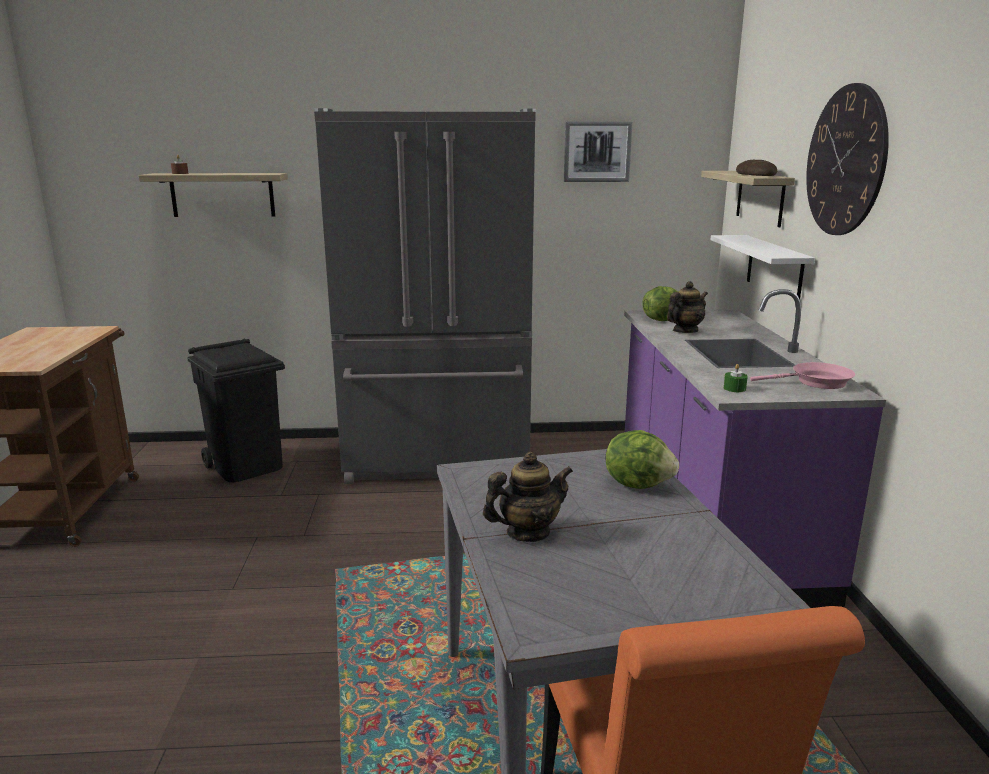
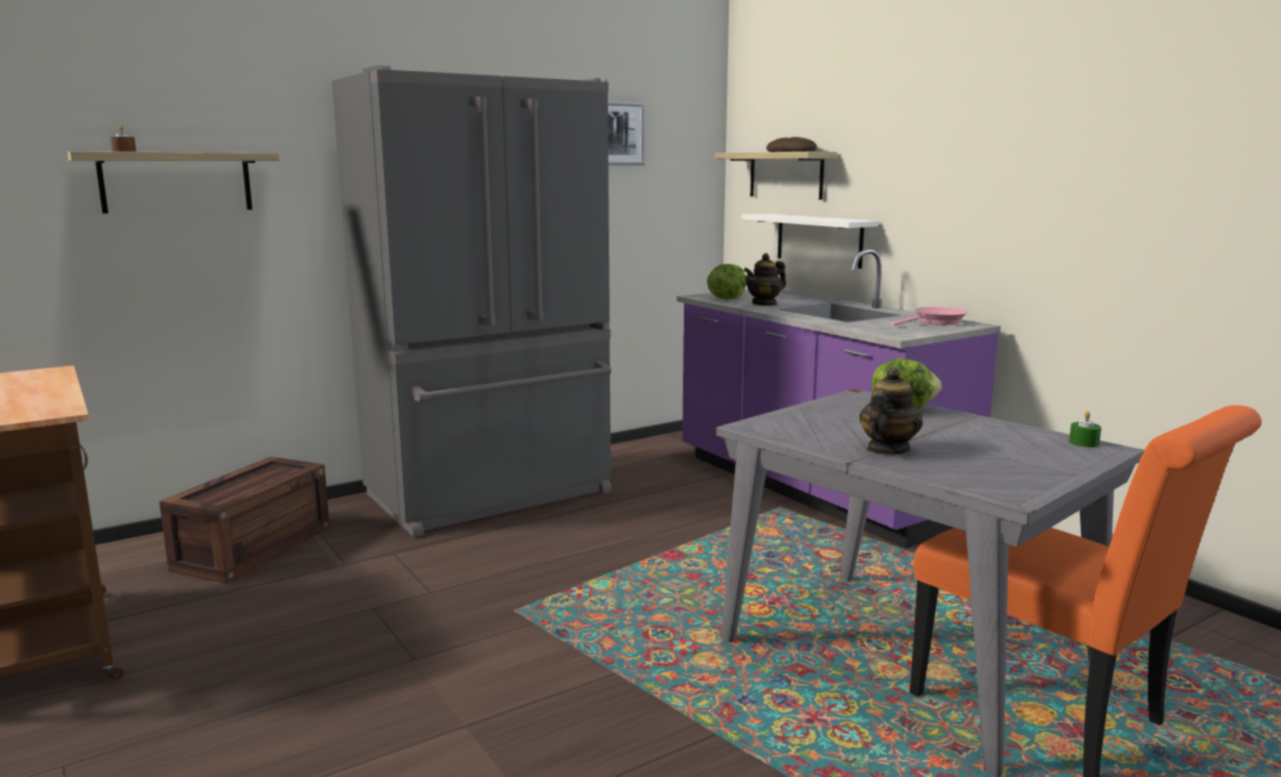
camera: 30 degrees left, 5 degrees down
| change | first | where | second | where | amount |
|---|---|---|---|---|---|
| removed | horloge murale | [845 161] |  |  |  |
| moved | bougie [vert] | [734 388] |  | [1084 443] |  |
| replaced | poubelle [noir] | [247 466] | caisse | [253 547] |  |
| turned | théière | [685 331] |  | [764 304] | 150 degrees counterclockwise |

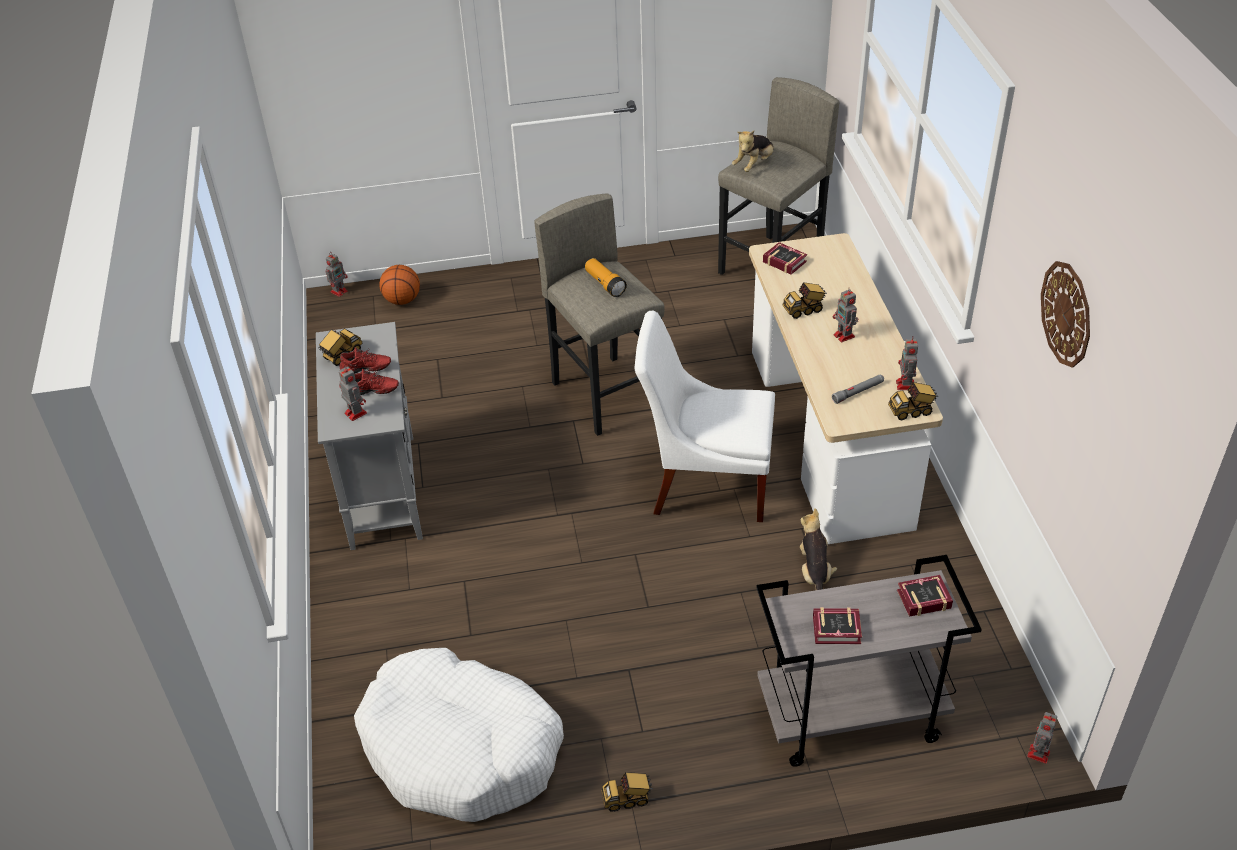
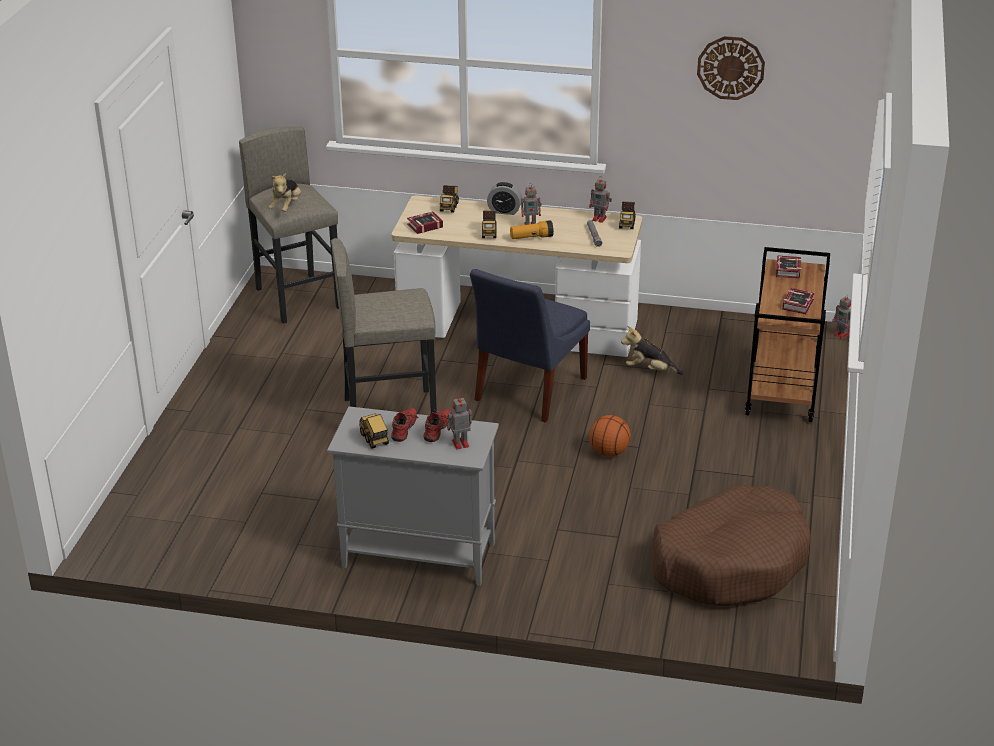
camera: 70 degrees left, 10 degrees down
| change | first | where | second | where | amount |
|---|---|---|---|---|---|
| removed | robot jouet | [339 291] |  |  |  |
| added |  |  | réveil | [504 211] |  |
| moved | ballon de basket | [402 300] |  | [609 452] |  |
| moved | lampe de poche | [605 284] |  | [531 237] |  |
| moved | camion jouet | [627 799] |  | [449 207] |  |
| recoloured | panier pour chien [blanc] | [461 748] | panier pour chien [marron] | [730 562] |  |
| recoloured | chaise [blanc] | [705 482] | chaise [bleu] | [527 391] |  |
| recoloured | chariot [gris] | [849 718] | chariot [marron] | [782 391] |  |
| turned | peluche | [754 164] |  | [287 207] | 45 degrees clockwise |

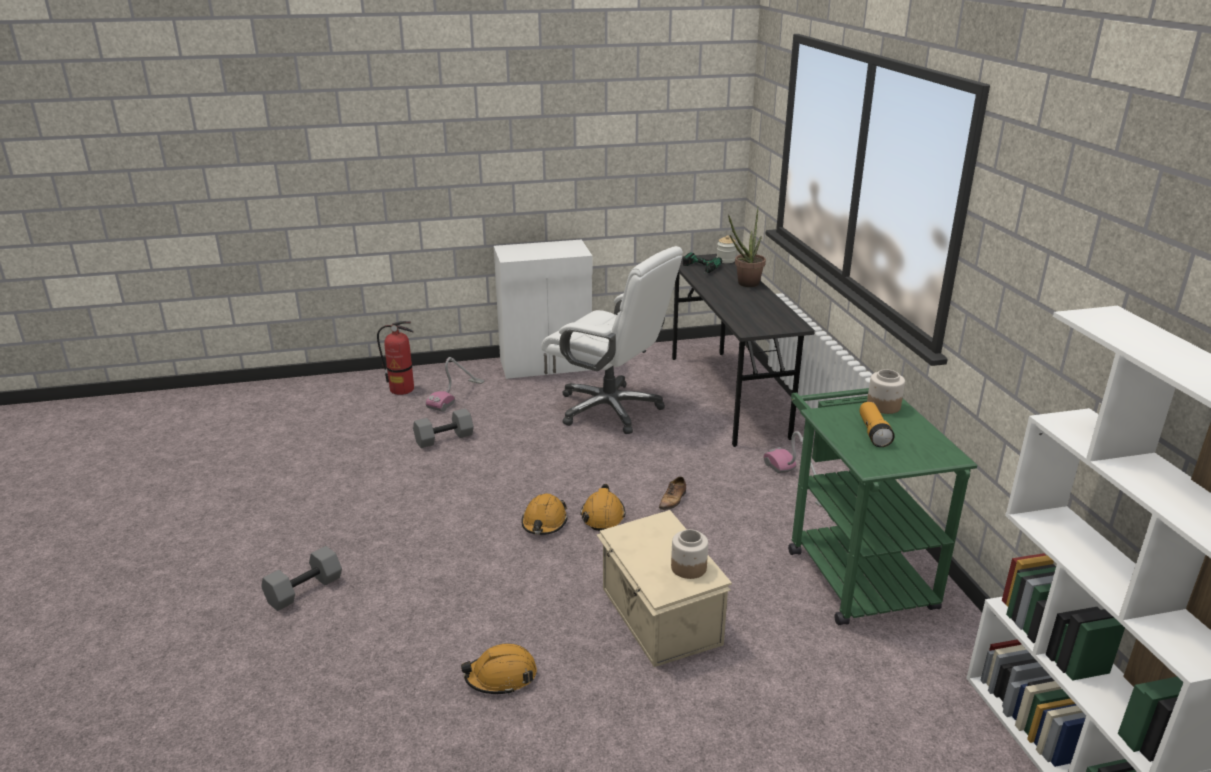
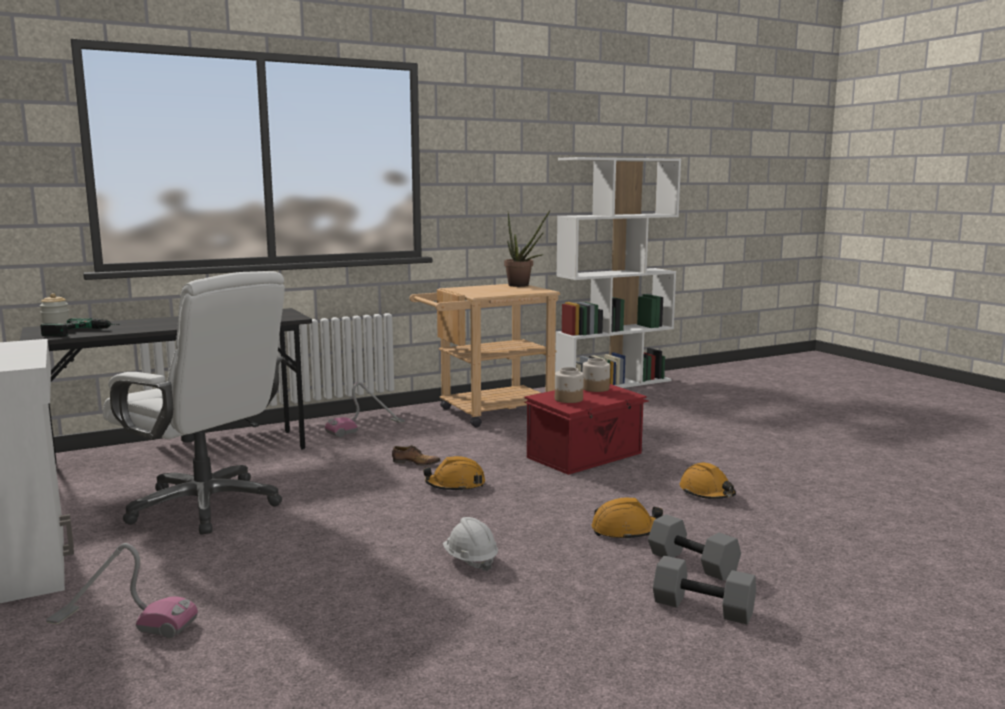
camera: 105 degrees left, 15 degrees down
| change | first | where | second | where | amount |
|---|---|---|---|---|---|
| removed | extincteur | [402 389] |  |  |  |
| removed | lampe de poche | [873 432] |  |  |  |
| added |  |  | casque de chantier [blanc] | [470 560] |  |
| moved | haltère [gris] | [444 438] |  | [691 563] |  |
| moved | casque de chantier [orange] | [544 523] |  | [625 531] |  |
| moved | plante en pot | [745 284] |  | [522 286] |  |
| moved | bocal | [883 406] |  | [569 399] |  |
| recoloured | boîte de rangement [beige] | [659 617] | boîte de rangement [rouge] | [586 455] |  |
| recoloured | chariot [vert] | [853 571] | chariot [beige] | [487 413] |  |
| turned | chaise de bureau [blanc] | [610 409] |  | [206 506] | 105 degrees clockwise |

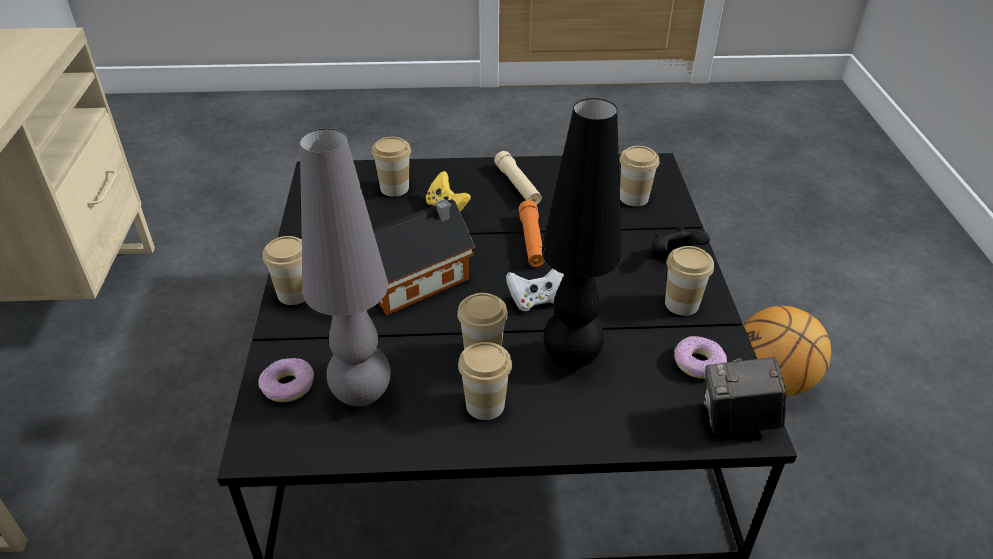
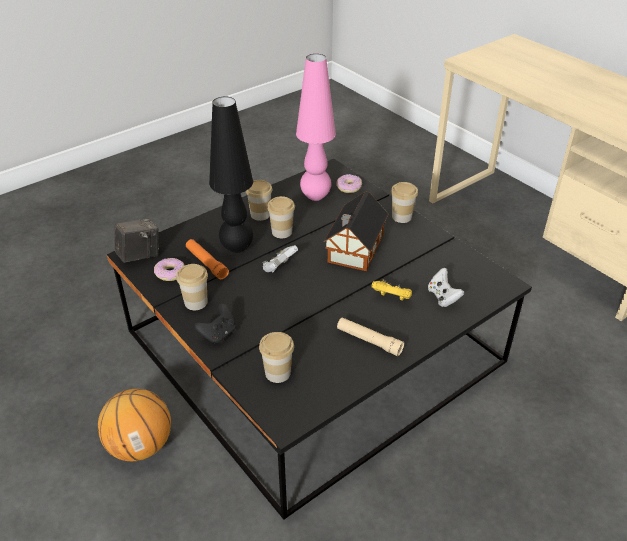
camera: 145 degrees right, 0 degrees up
| change | first | where | second | where | amount |
|---|---|---|---|---|---|
| moved | lampe de poche [orange] | [531 241] |  | [206 263] |  |
| replaced | tasse | [394 188] | manette [blanc] | [443 297] |  |
| recoloured | lampe de table [gris] | [361 395] | lampe de table [rose] | [315 196] |  |

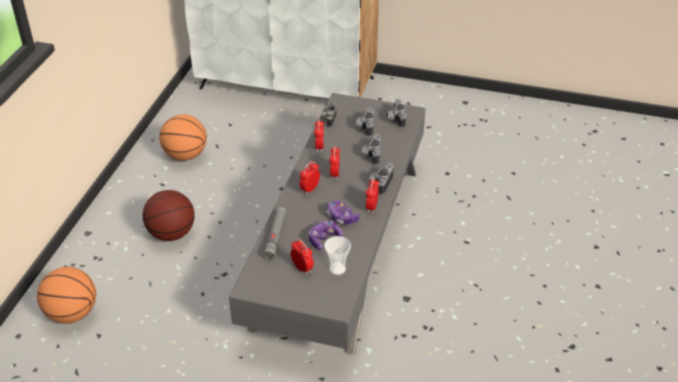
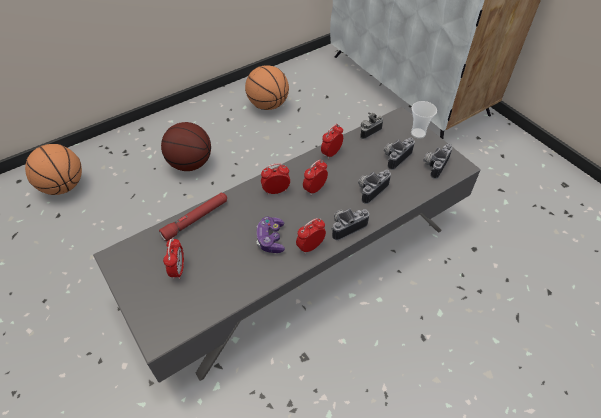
camera: 40 degrees right, 10 degrees up
| change | first | where | second | where | amount |
|---|---|---|---|---|---|
| removed | manette | [324 239] |  |  |  |
| moved | tasse | [337 269] |  | [418 133] |  |
| recoloured | lampe de poche [gris] | [275 235] | lampe de poche [rouge] | [196 219] |  |

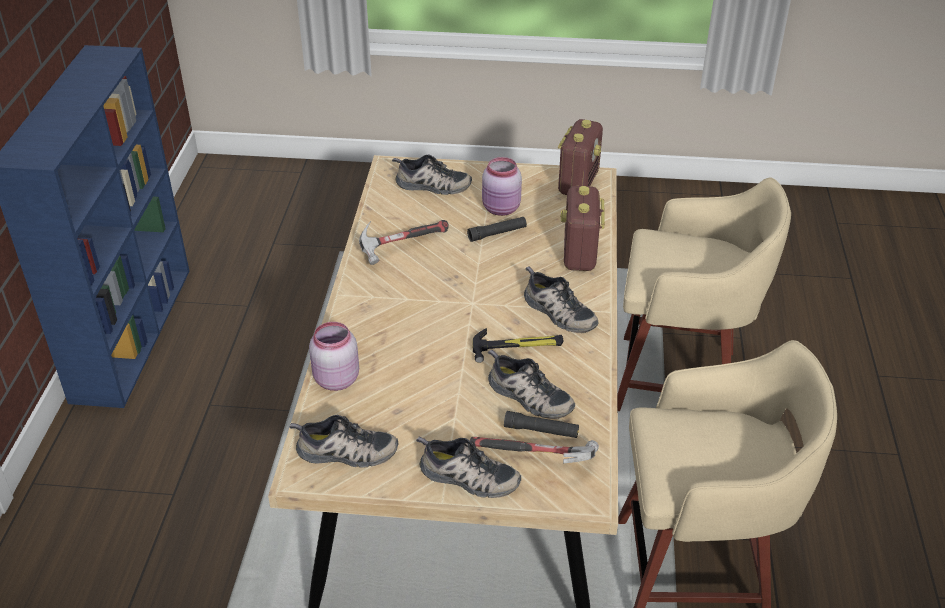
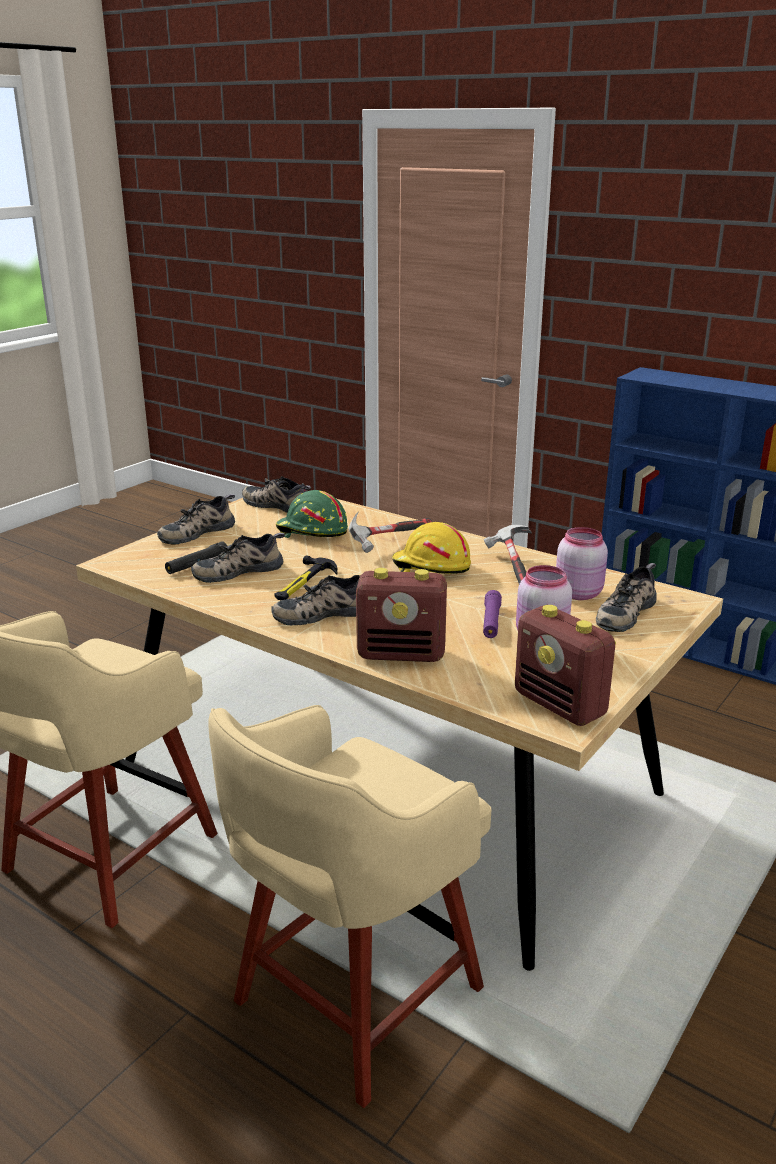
camera: 120 degrees right, 15 degrees down
| change | first | where | second | where | amount |
|---|---|---|---|---|---|
| added |  |  | casque de chantier [vert] | [311 531] |  |
| added |  |  | casque de chantier [jaune] | [431 567] |  |
| moved | bocal [rose] | [335 380] |  | [578 593] |  |
| moved | marteau | [536 459] |  | [389 541] |  |
| recoloured | lampe de poche [noir] | [497 233] | lampe de poche [violet] | [491 621] |  |
| turned | chaussure | [345 453] |  | [279 505] | 90 degrees clockwise |
| turned | radio | [580 254] |  | [402 654] | 150 degrees clockwise |

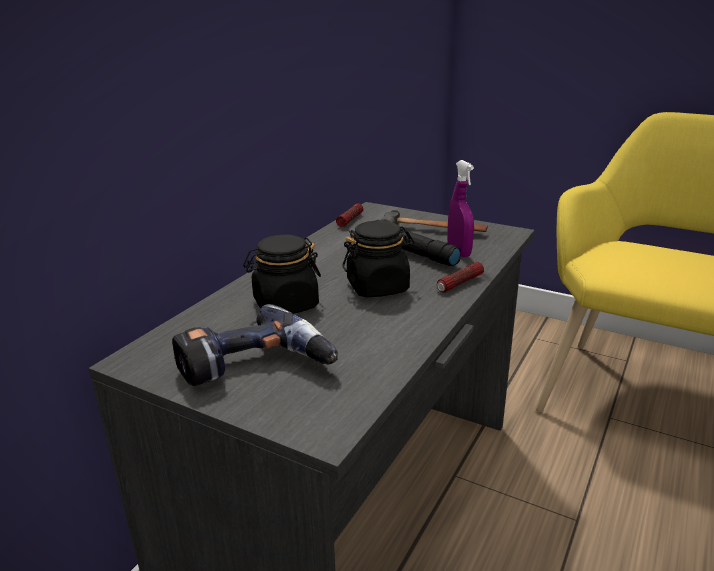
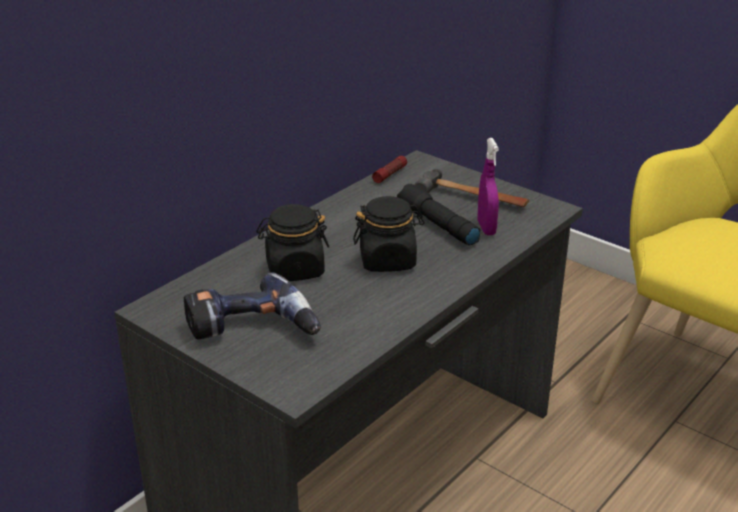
camera: 10 degrees right, 5 degrees up
| change | first | where | second | where | amount |
|---|---|---|---|---|---|
| removed | lampe de poche | [460 283] |  |  |  |

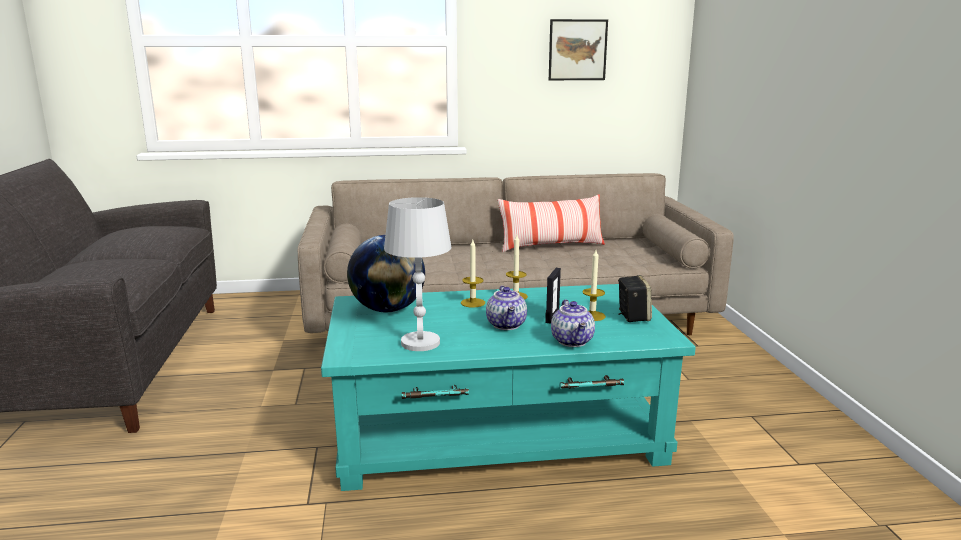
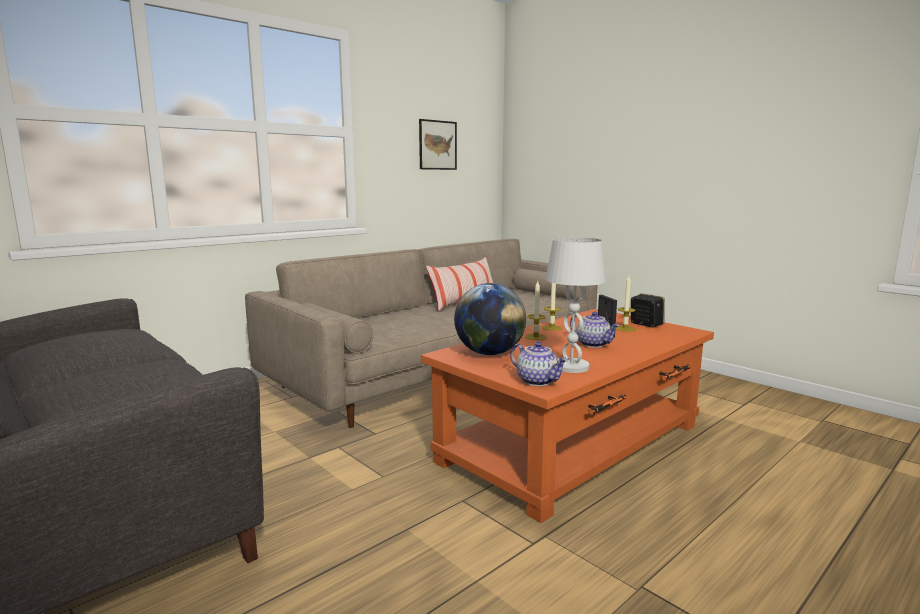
camera: 35 degrees left, 5 degrees down
| change | first | where | second | where | amount |
|---|---|---|---|---|---|
| moved | théière | [573 341] |  | [538 381] |  |
| recoloured | table basse [turquoise] | [499 433] | table basse [orange] | [574 443] |  |

